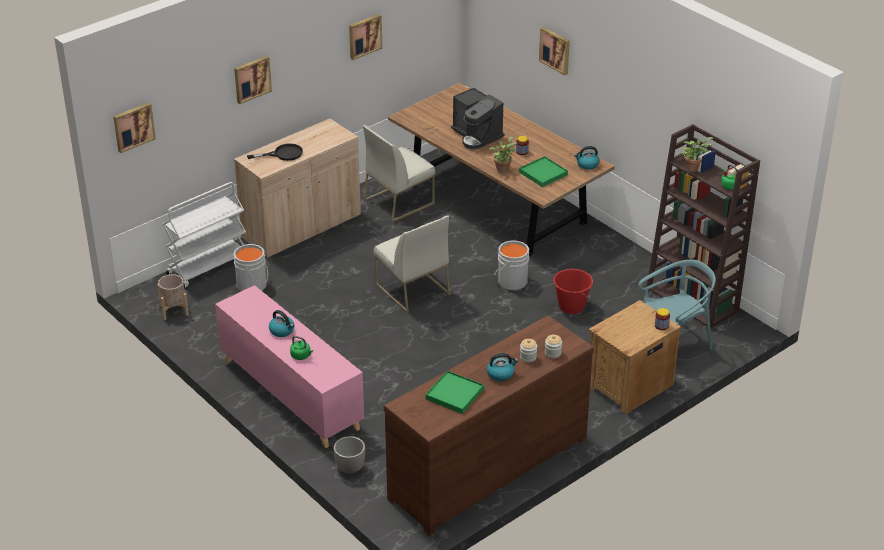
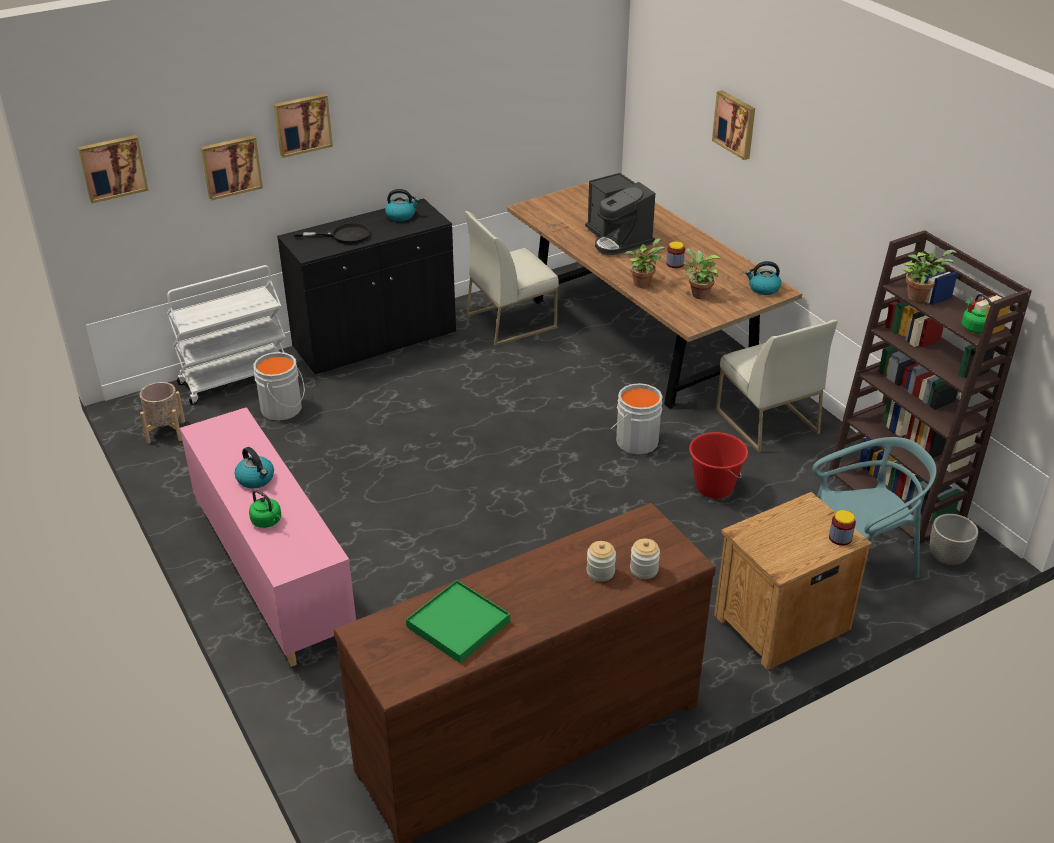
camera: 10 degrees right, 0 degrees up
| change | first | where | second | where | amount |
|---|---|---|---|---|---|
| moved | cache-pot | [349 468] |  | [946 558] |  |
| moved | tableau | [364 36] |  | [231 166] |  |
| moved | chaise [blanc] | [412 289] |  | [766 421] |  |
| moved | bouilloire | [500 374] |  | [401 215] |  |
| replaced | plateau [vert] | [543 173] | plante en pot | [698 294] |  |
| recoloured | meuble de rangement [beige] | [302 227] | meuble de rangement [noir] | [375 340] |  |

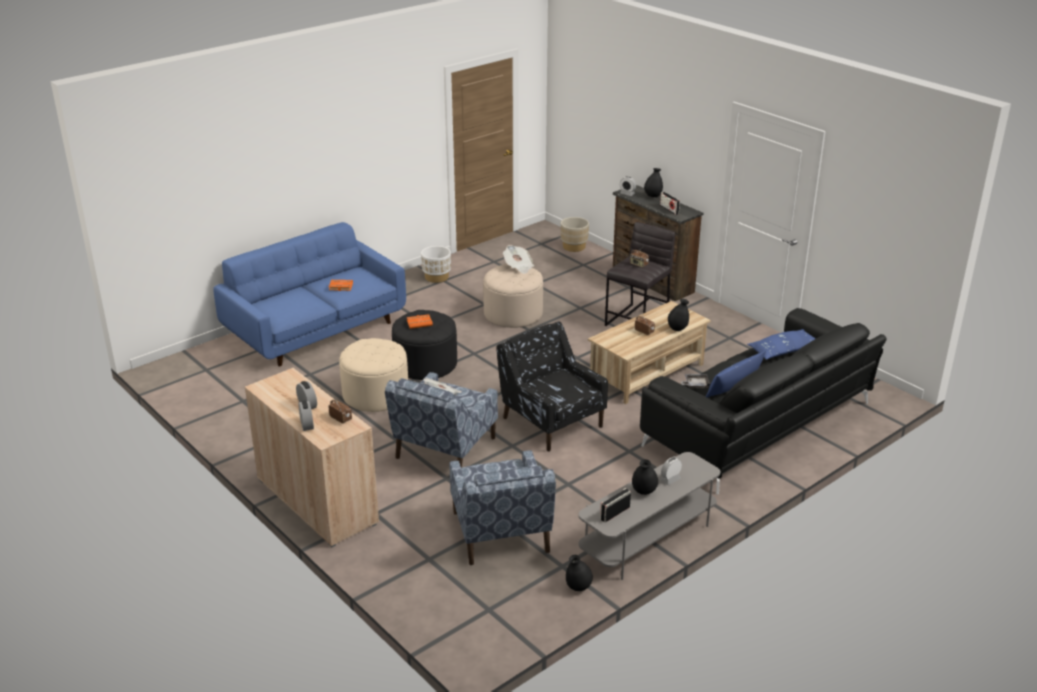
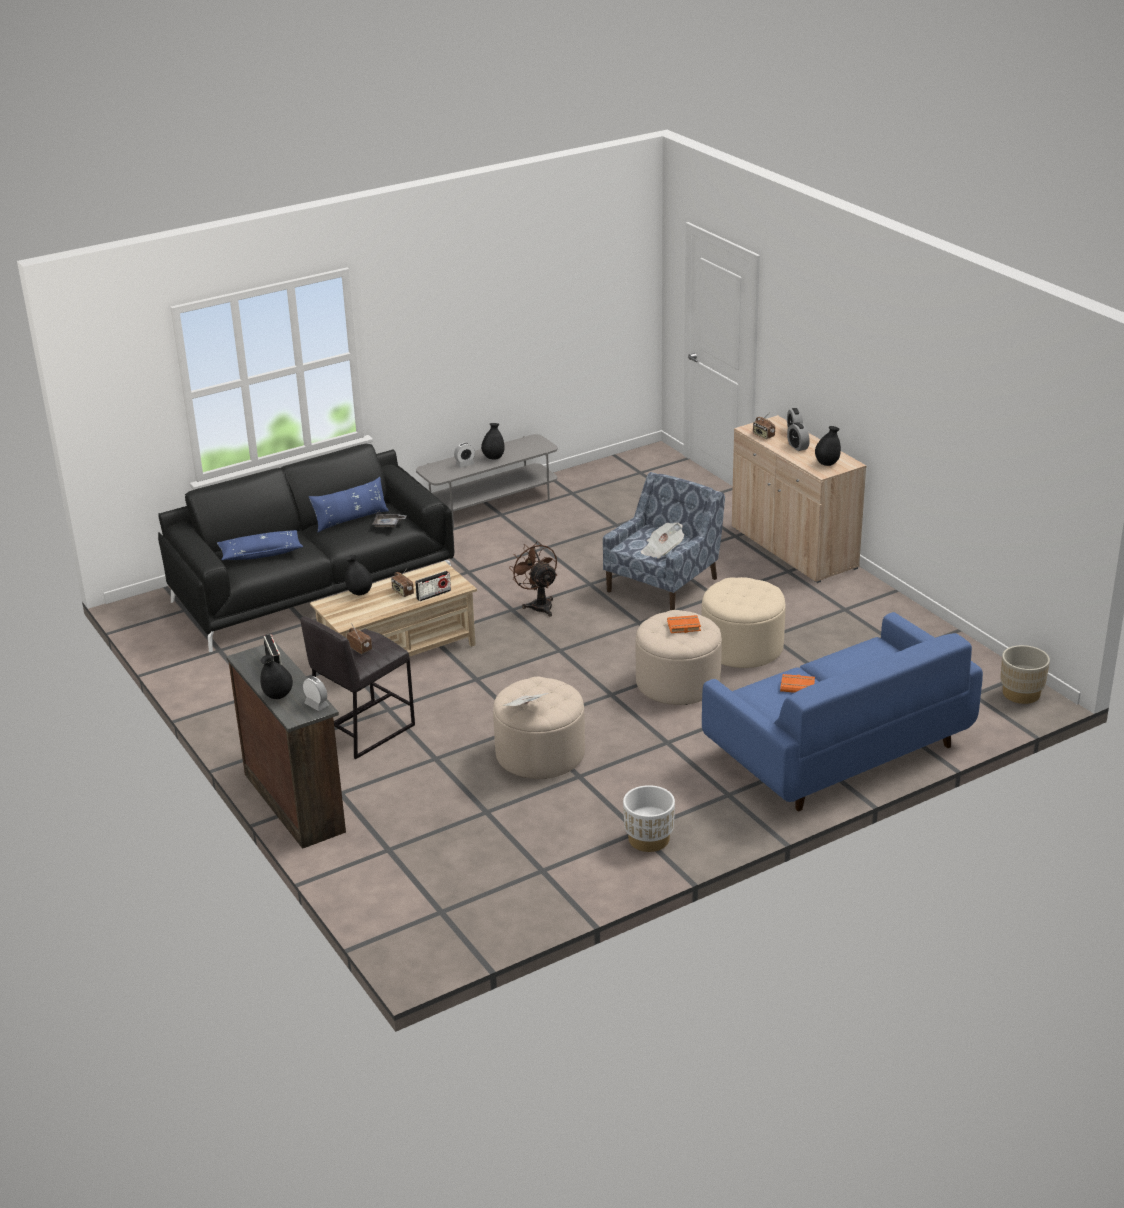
camera: 170 degrees left, 0 degrees up
| change | first | where | second | where | amount |
|---|---|---|---|---|---|
| removed | fauteuil [bleu] | [500 534] |  |  |  |
| moved | cache-pot [beige] | [574 247] |  | [1021 694] |  |
| moved | vase [noir] | [578 587] |  | [827 463] |  |
| moved | radio | [615 513] |  | [433 594] |  |
| replaced | fauteuil [noir] | [551 421] | ventilateur [marron] | [538 605] |  |
| recoloured | pouf [noir] | [425 364] | pouf [beige] | [678 683] |  |

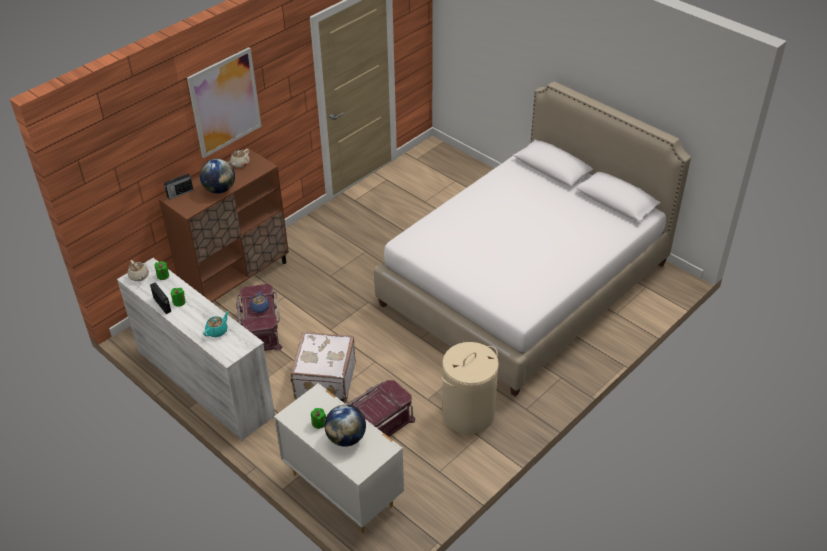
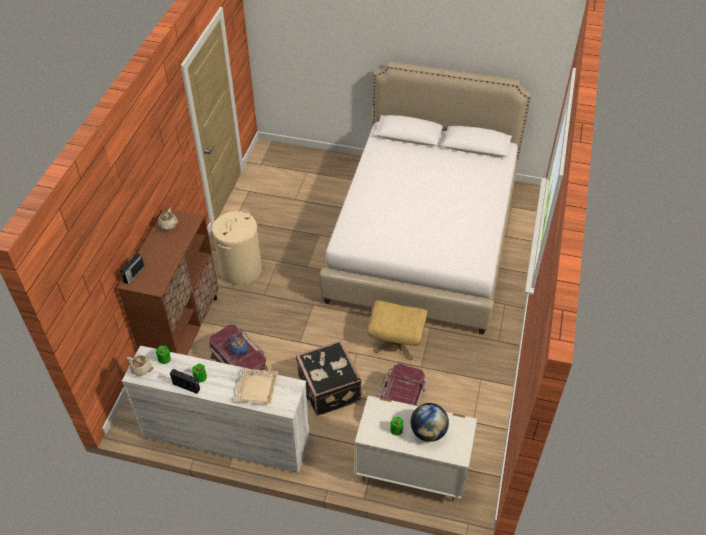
camera: 30 degrees left, 5 degrees up
| change | first | where | second | where | amount |
|---|---|---|---|---|---|
| removed | tableau | [225 102] |  |  |  |
| removed | globe | [219 189] |  |  |  |
| added |  |  | pouf [beige] | [396 341] |  |
| moved | panier à linge [beige] | [468 413] |  | [240 269] |  |
| replaced | théière [turquoise] | [217 331] | plateau [beige] | [257 388] |  |
| recoloured | valise [blanc] | [324 382] | valise [noir] | [328 389] |  |

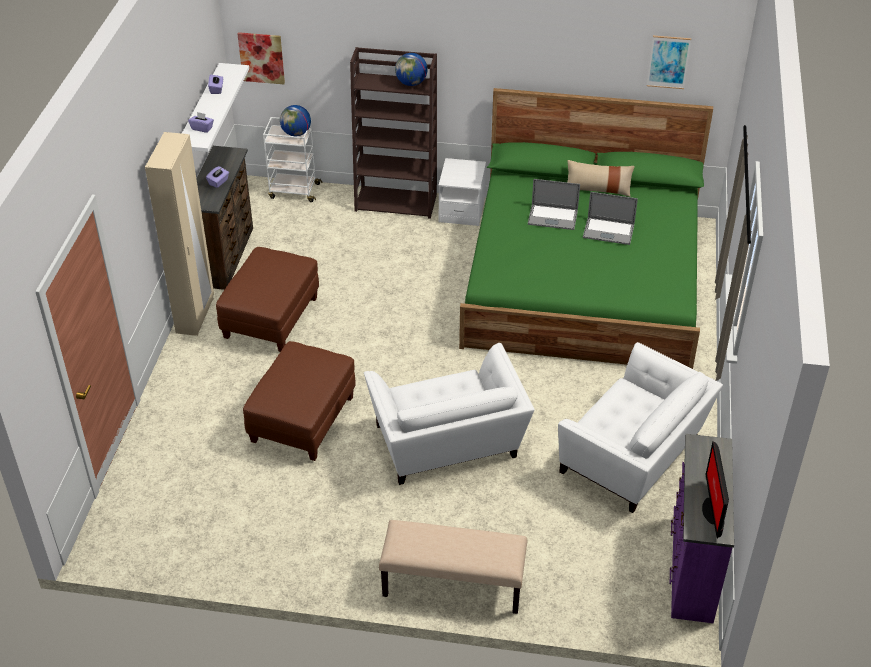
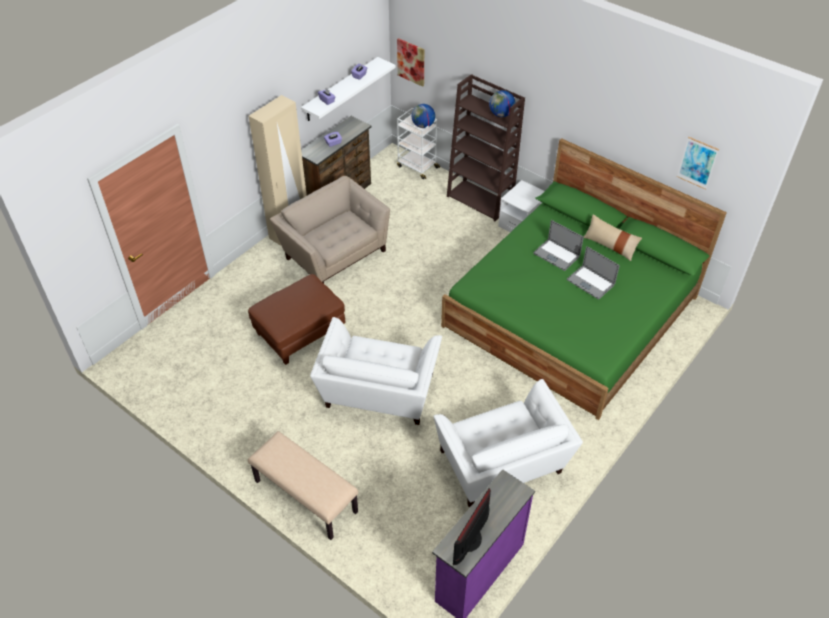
camera: 30 degrees right, 5 degrees up
| change | first | where | second | where | amount |
|---|---|---|---|---|---|
| replaced | pouf [marron] | [271 319] | fauteuil [beige] | [334 252] |  |

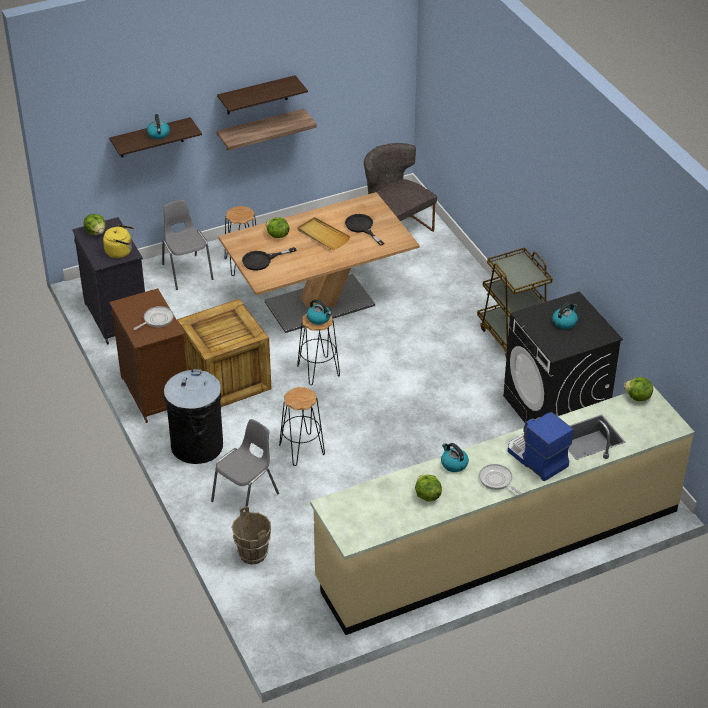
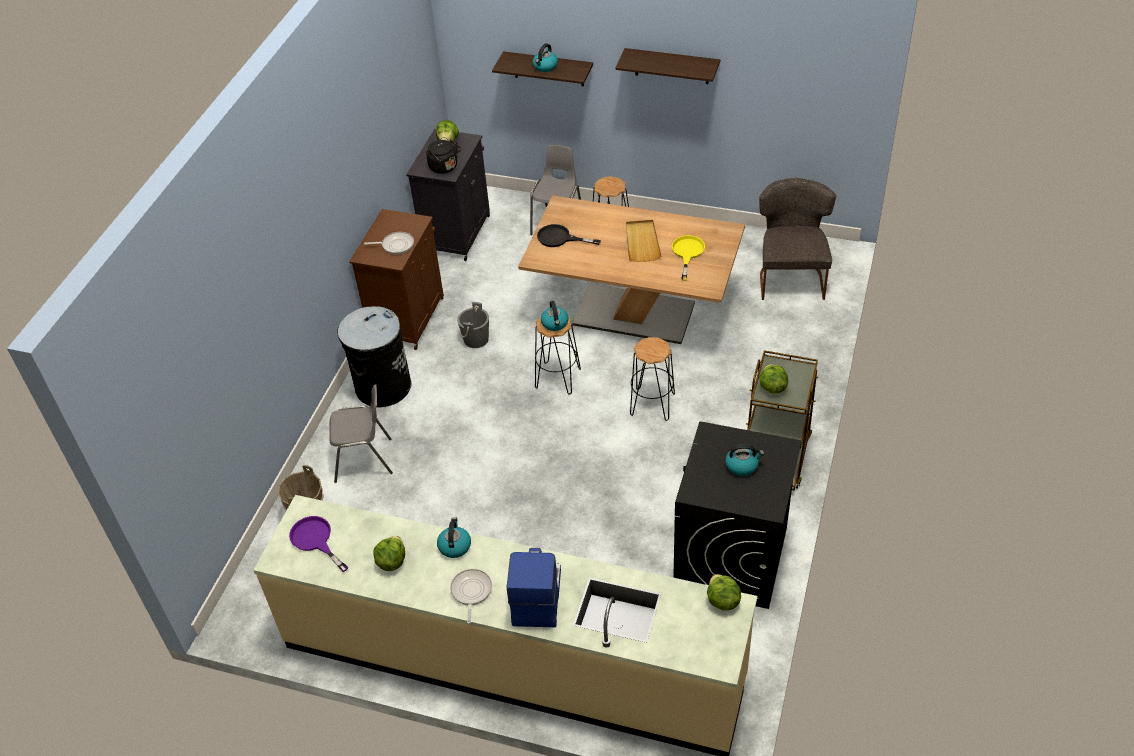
camera: 45 degrees right, 5 degrees up
| change | first | where | second | where | amount |
|---|---|---|---|---|---|
| removed | étagère | [261 130] |  |  |  |
| added |  |  | poêle [violet] | [315 540] |  |
| moved | laitue | [277 235] |  | [772 387] |  |
| moved | tabouret [noir] | [301 450] |  | [652 404] |  |
| replaced | caisse | [226 378] | seau [gris] | [476 339] |  |
| recoloured | bouilloire [jaune] | [120 251] | bouilloire [noir] | [445 168] |  |
| recoloured | poêle [noir] | [362 227] | poêle [jaune] | [687 253] |  |

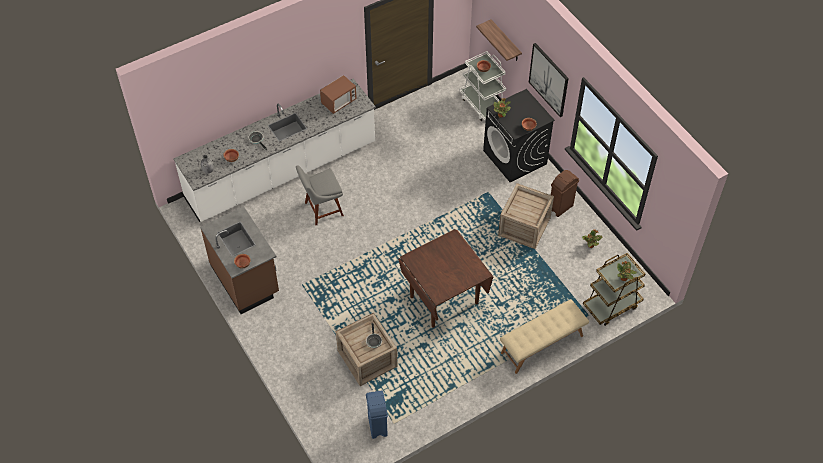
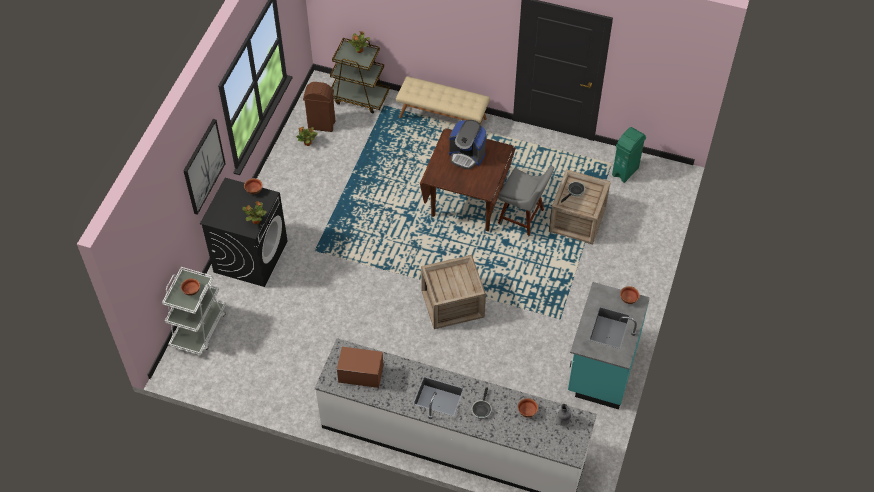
camera: 130 degrees left, 0 degrees up
| change | first | where | second | where | amount |
|---|---|---|---|---|---|
| removed | étagère | [505 41] |  |  |  |
| added |  |  | machine à café | [467 155] |  |
| moved | chaise [gris] | [322 210] |  | [523 217] |  |
| moved | caisse | [525 226] |  | [451 303] |  |
| moved | poubelle [marron] | [561 207] |  | [321 125] |  |
| recoloured | comptoir de cuisine [marron] | [246 279] | comptoir de cuisine [turquoise] | [601 367] |  |
| recoloured | poubelle [bleu] | [377 426] | poubelle [vert] | [625 171] |  |

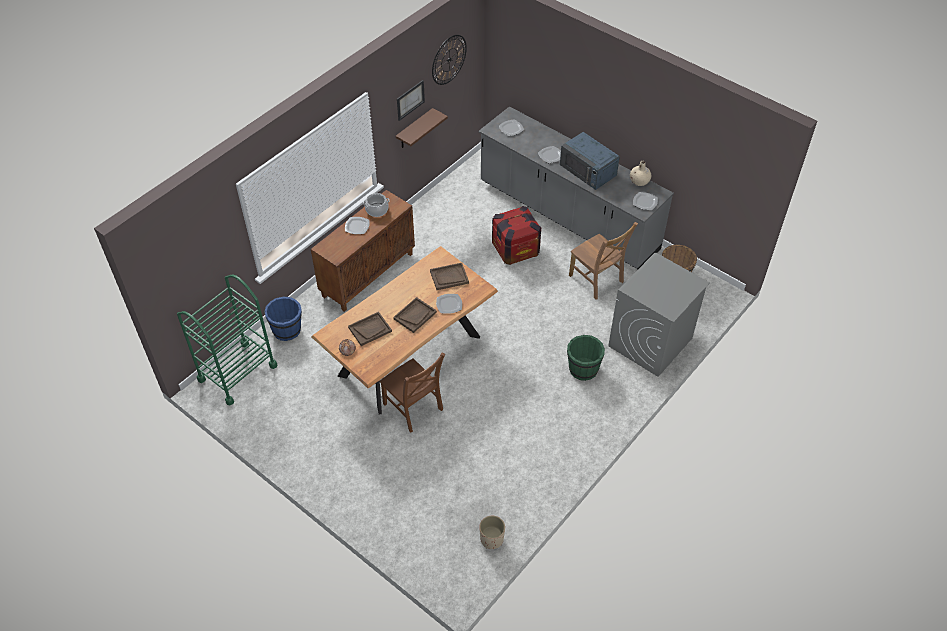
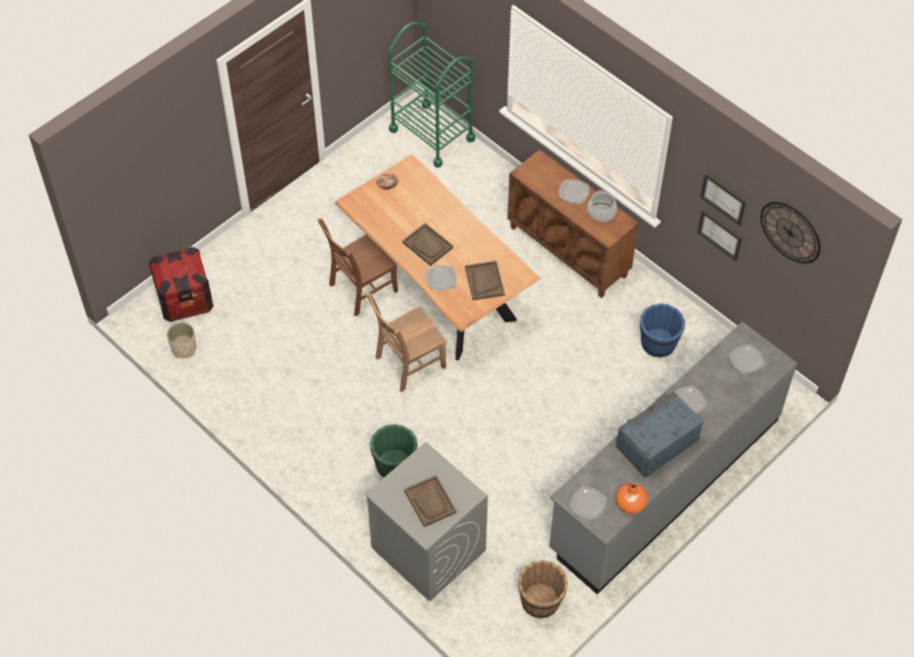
camera: 95 degrees right, 5 degrees up
| change | first | where | second | where | amount |
|---|---|---|---|---|---|
| moved | seau [bleu] | [287 330] |  | [658 344] |  |
| moved | plateau [marron] | [370 329] |  | [430 502] |  |
| moved | caisse | [515 249] |  | [185 300] |  |
| moved | chaise [marron] | [597 280] |  | [407 363] |  |
| replaced | étagère [marron] | [414 129] | tableau | [720 235] |  |
| recoloured | vase [beige] | [639 181] | vase [orange] | [630 504] |  |

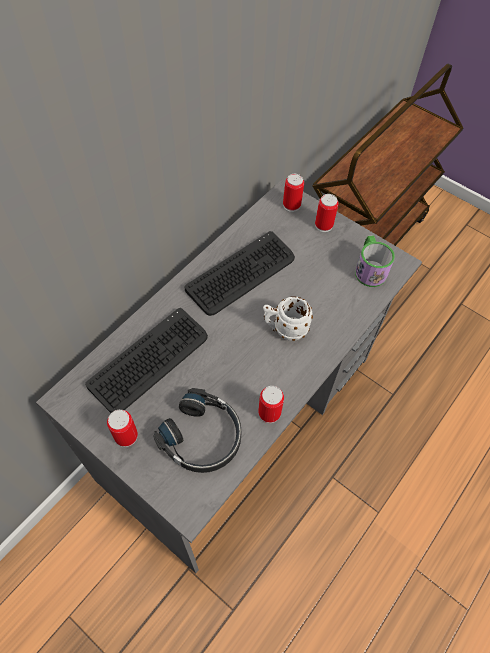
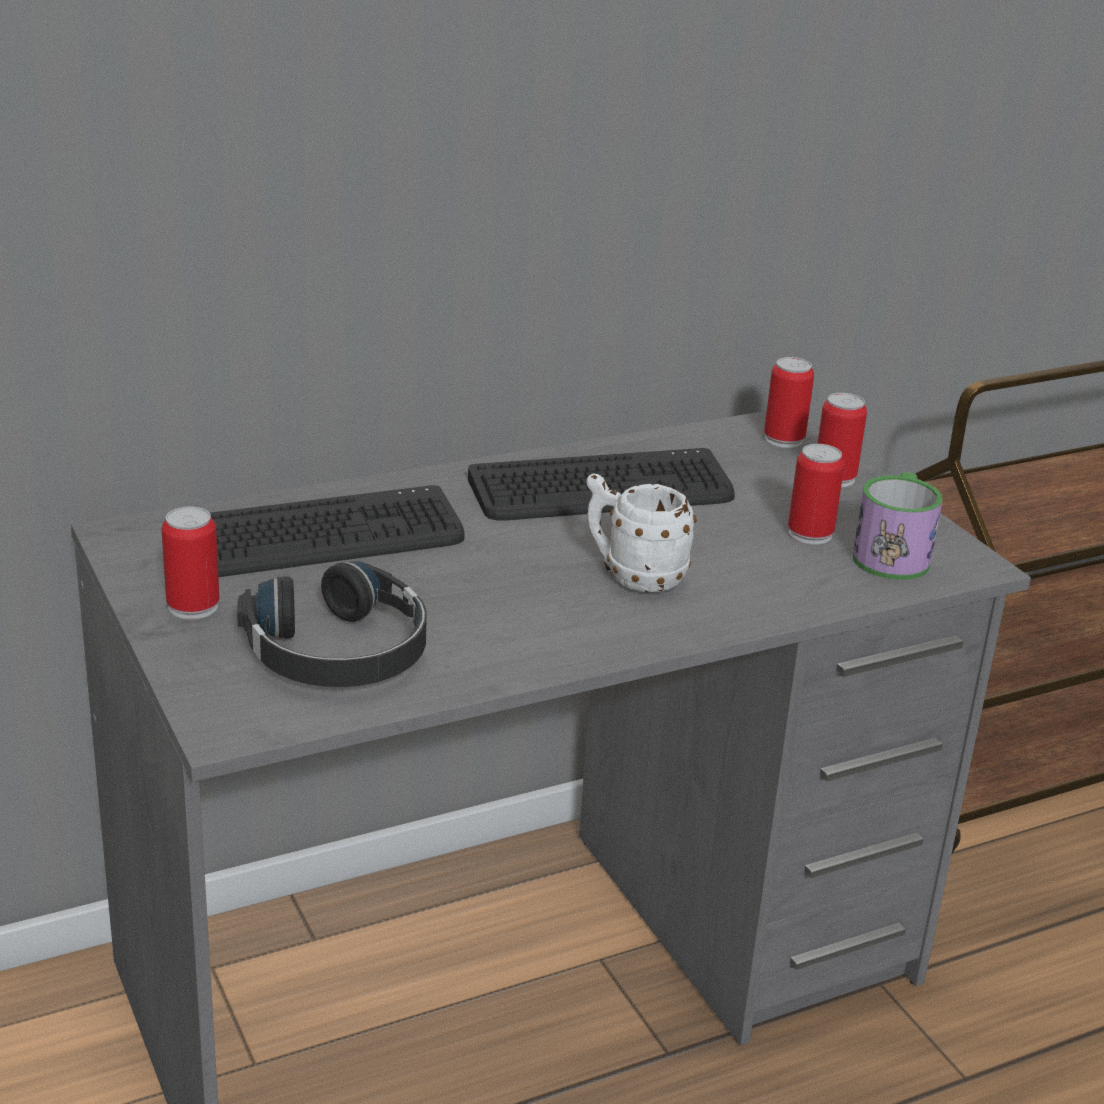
camera: 25 degrees right, 30 degrees down
| change | first | where | second | where | amount |
|---|---|---|---|---|---|
| moved | boîte métallique | [269 413] |  | [810 534] |  |

